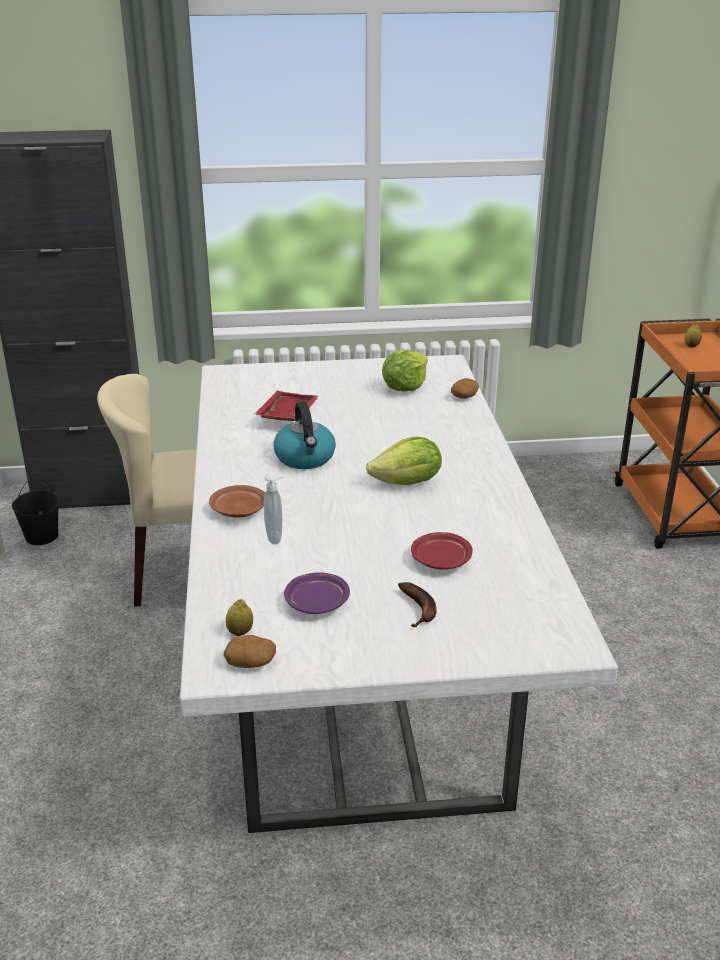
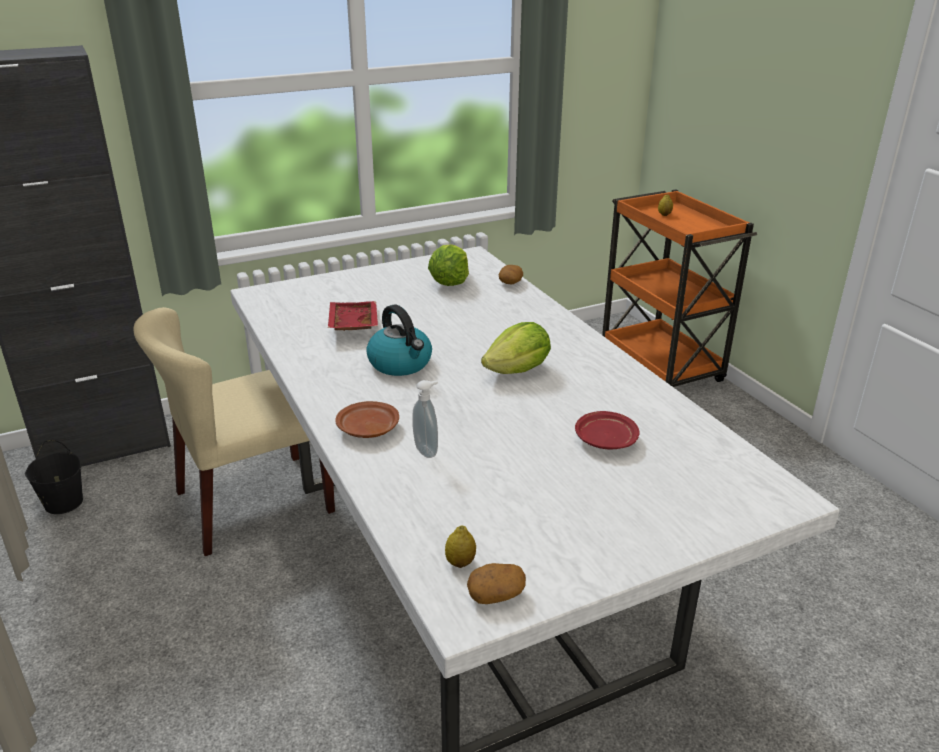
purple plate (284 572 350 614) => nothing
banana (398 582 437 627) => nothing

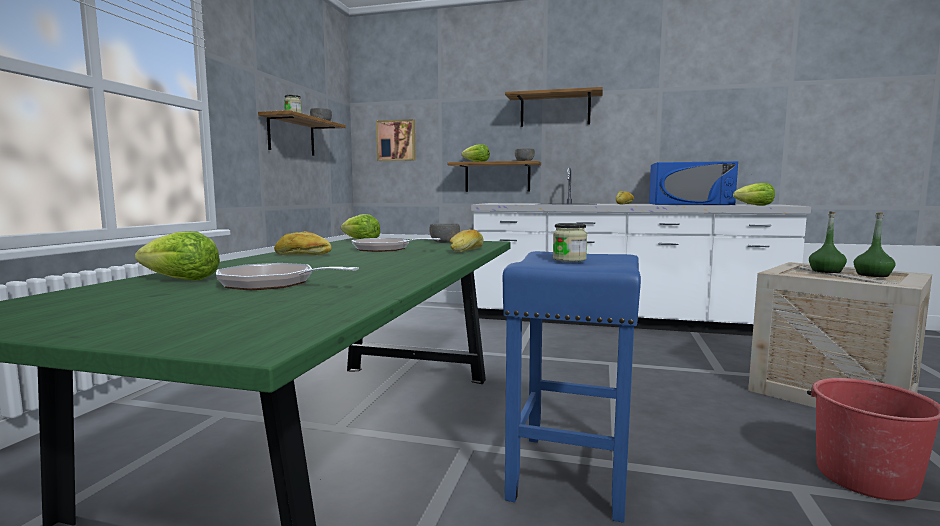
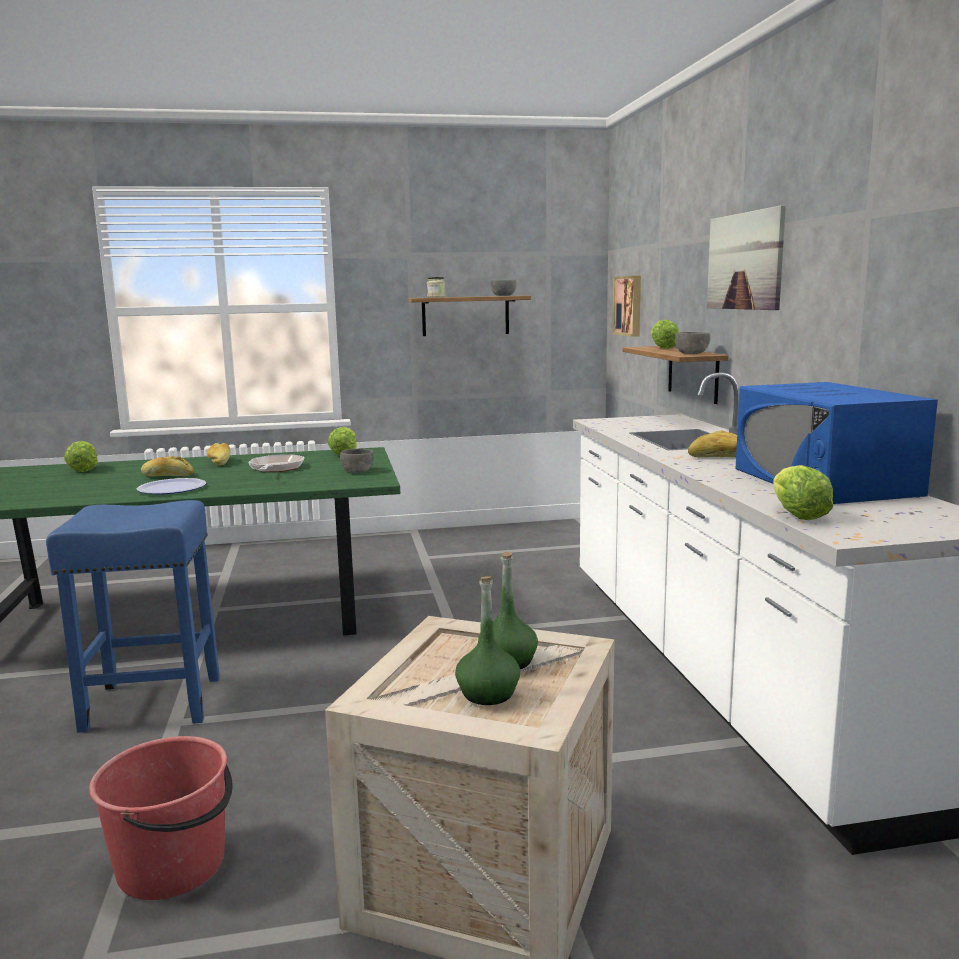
nothing => plate (136 478 206 494)
bread (450 229 484 252) => bread (141 456 193 477), move
shelf (505 87 603 127) => picture (707 205 786 310)
frying pan (216 263 359 290) => nothing
jar (553 223 587 262) => nothing

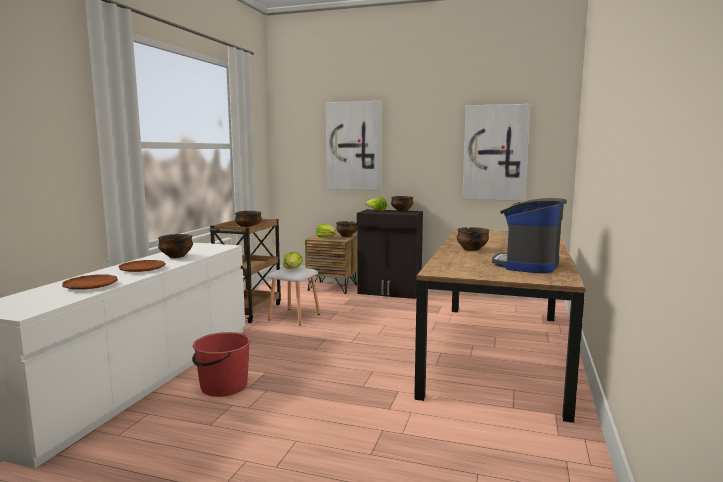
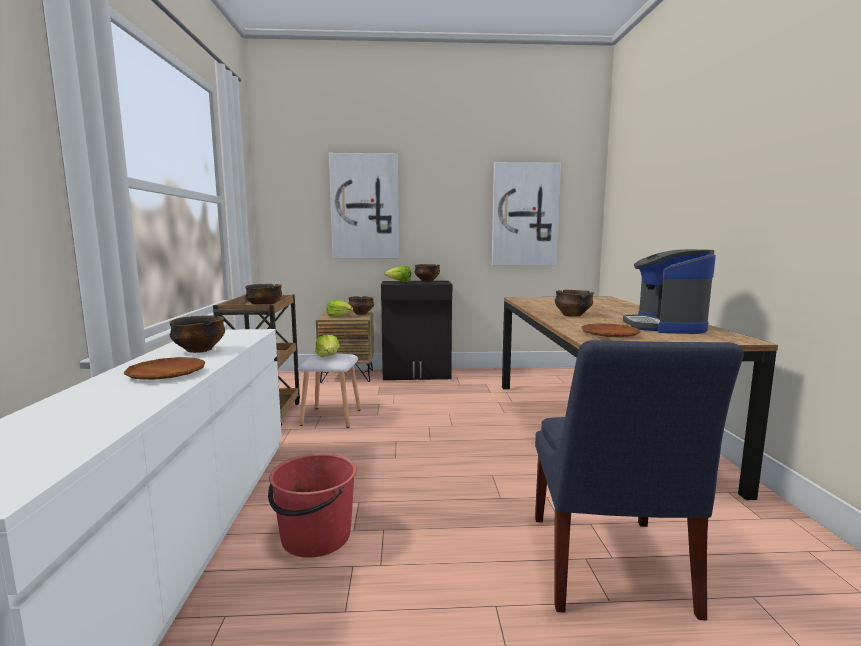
nothing => blue chair (535 340 744 620)
brown plate (62 275 118 289) => brown plate (581 323 640 337), move

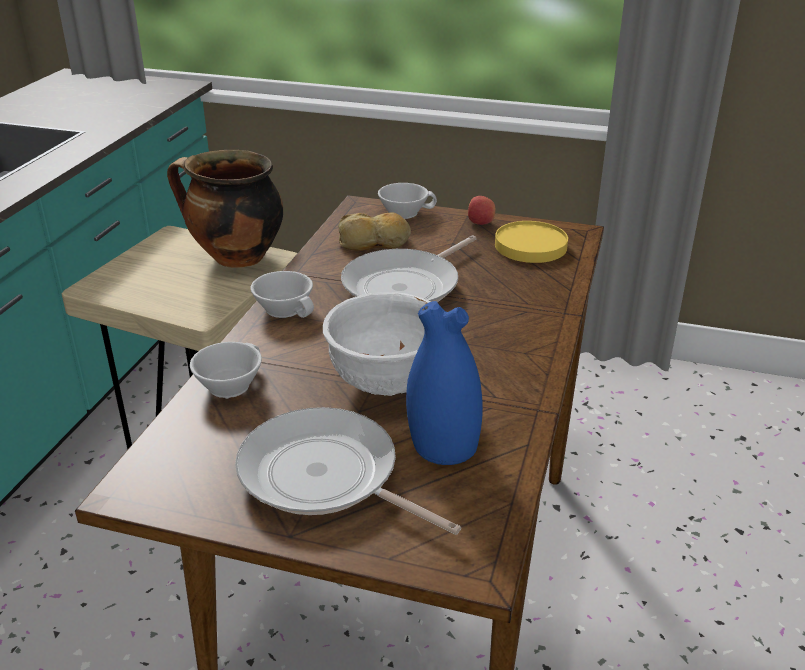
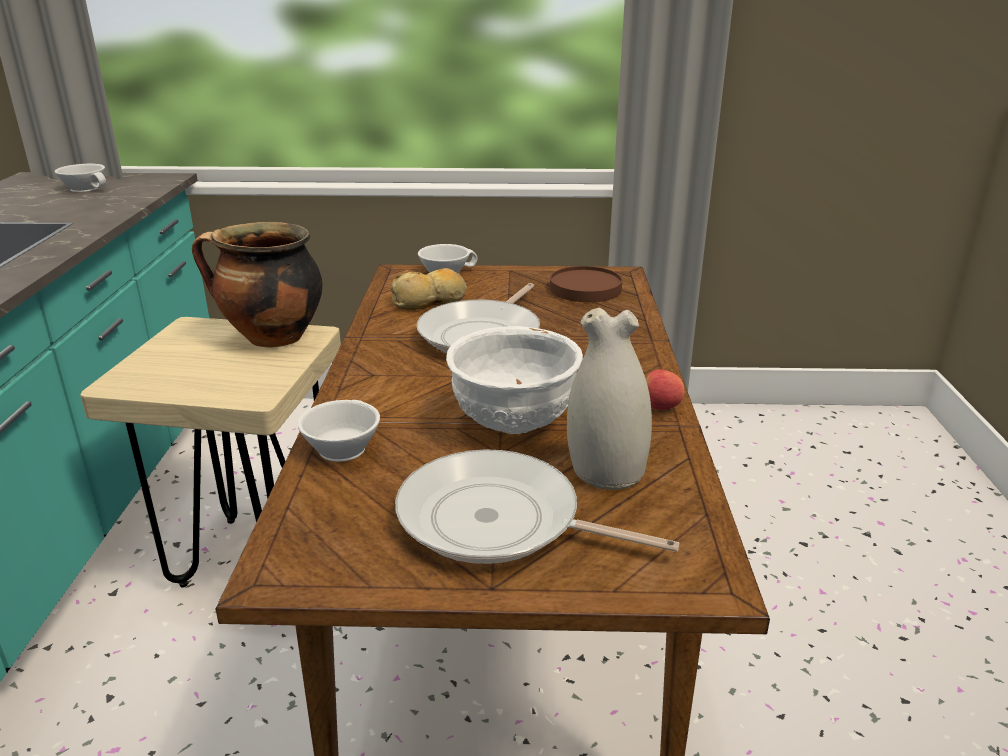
white cup (251 271 314 318) => white cup (55 164 106 192), move
yellow plate (495 221 568 263) => brown plate (550 266 622 302)
blue vase (406 301 483 465) => white vase (567 308 652 490)
apple (468 196 495 225) => apple (645 369 684 410), move

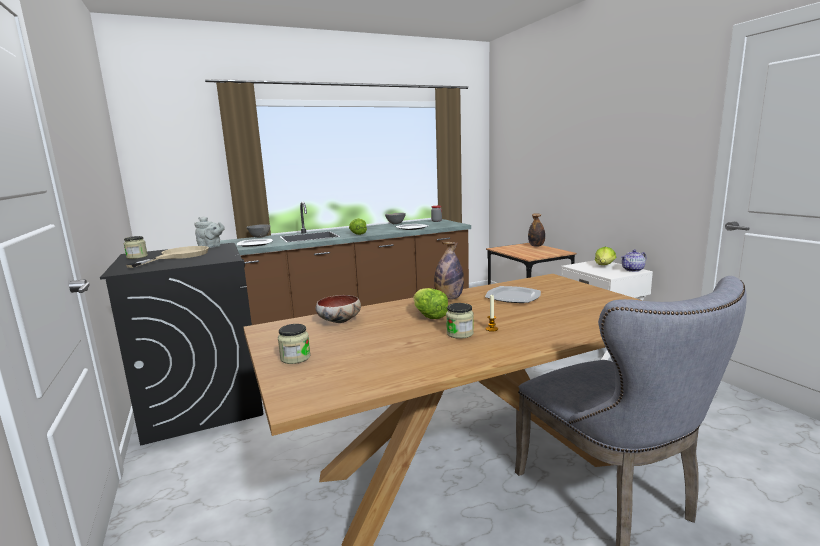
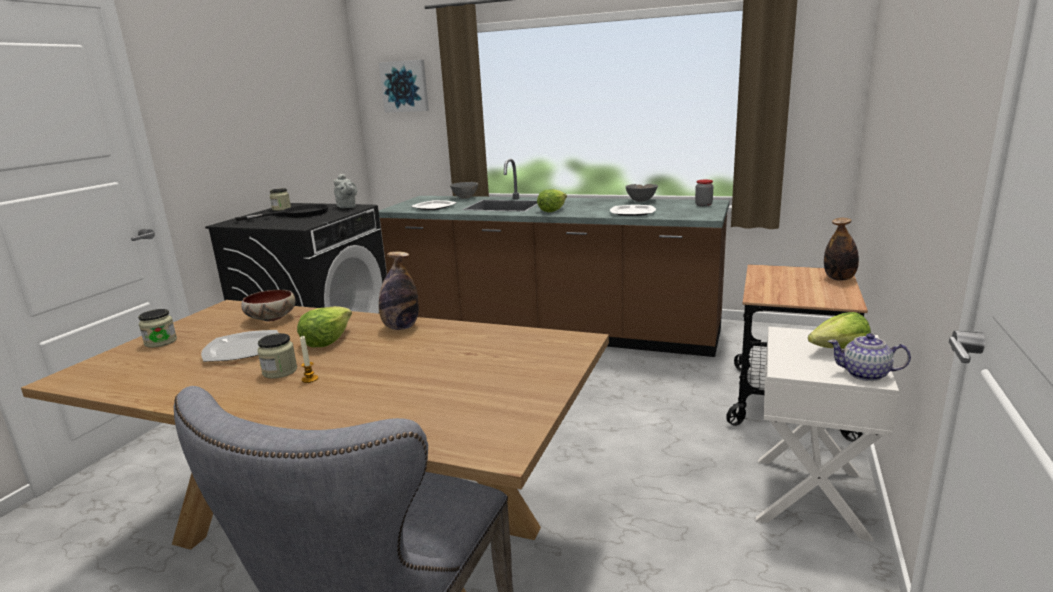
plate (485 286 541 303) => plate (201 330 279 362), move
beige frying pan (126 246 209 268) => black frying pan (235 204 328 221)
nothing => picture (379 60 429 113)

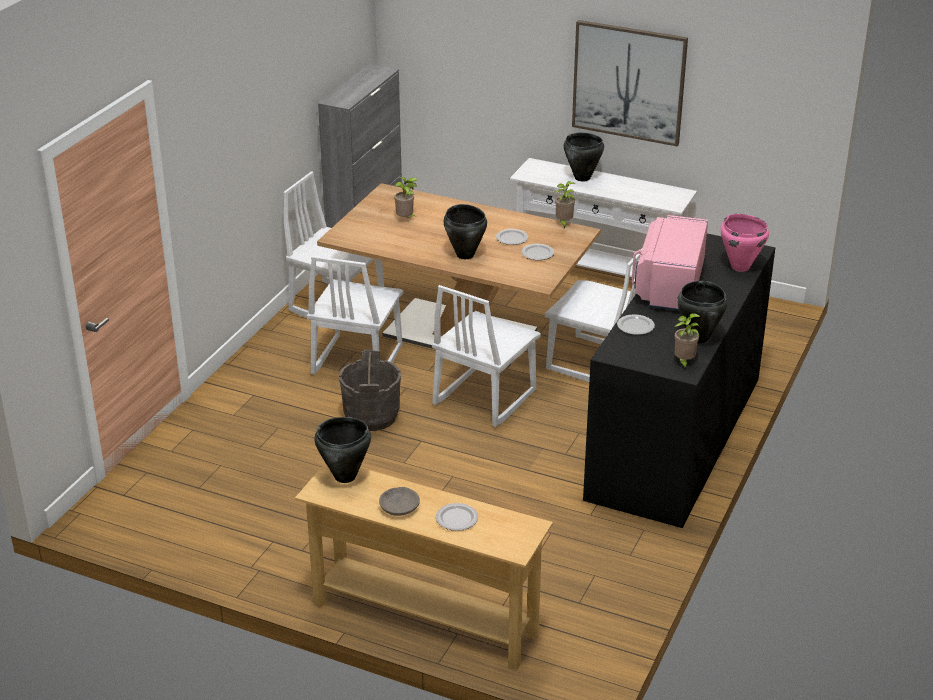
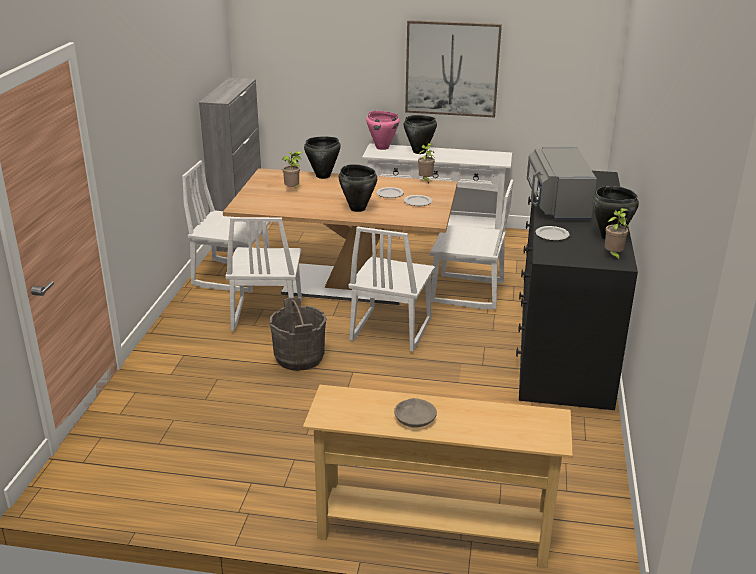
black cooking pot (314 417 371 483) => black cooking pot (304 137 341 179), move
pink cooking pot (721 214 769 272) => pink cooking pot (366 111 399 150), move
pink microwave (632 215 708 310) => grey microwave (527 147 597 219)
plate (436 503 478 531) => nothing

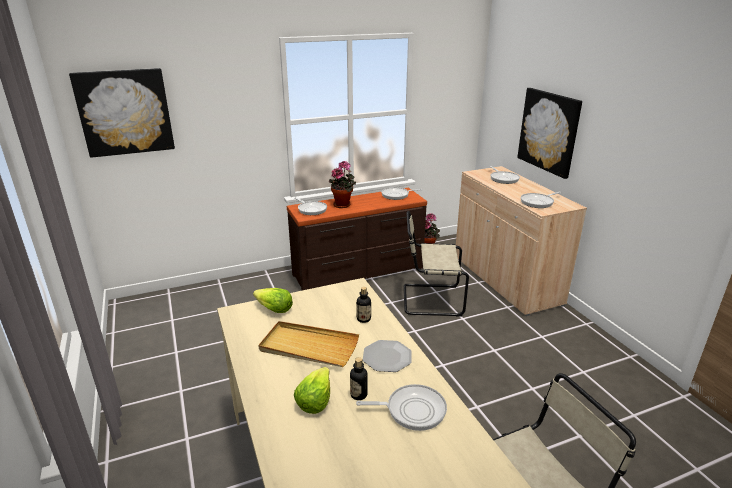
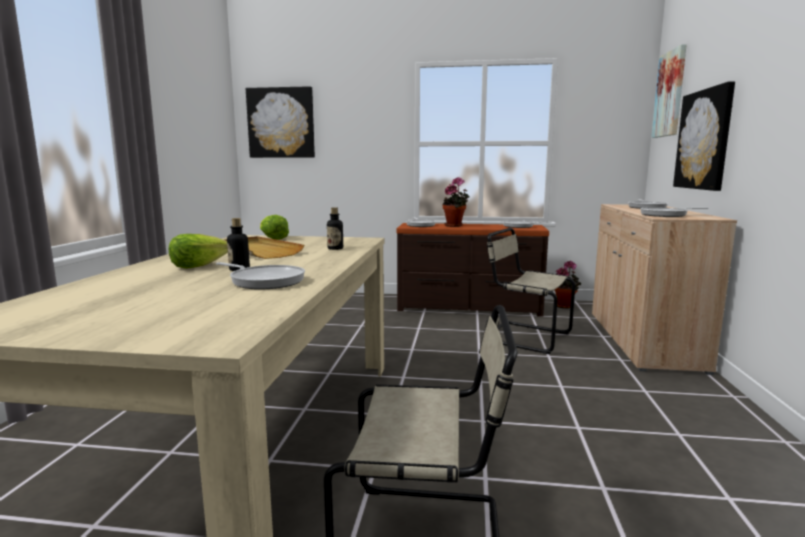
nothing => picture (651 44 687 138)
plate (363 340 411 372) => nothing

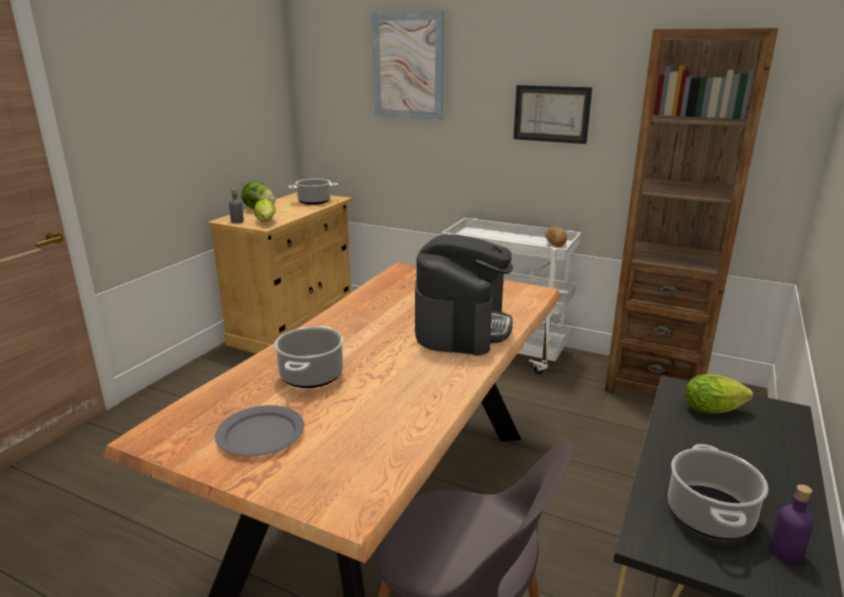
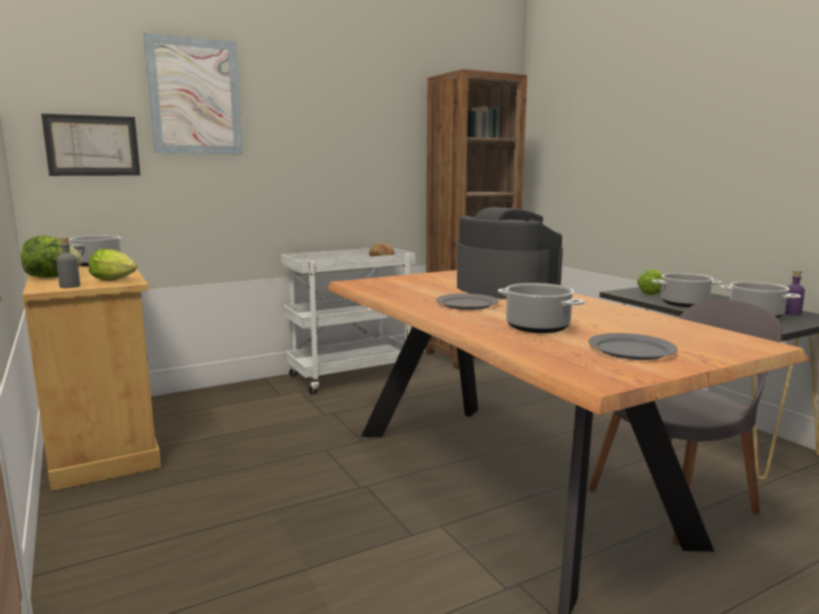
picture (514 85 592 144) => picture (41 114 140 176), move
nothing => grey plate (436 293 499 310)
nothing => cooking pot (652 273 722 307)

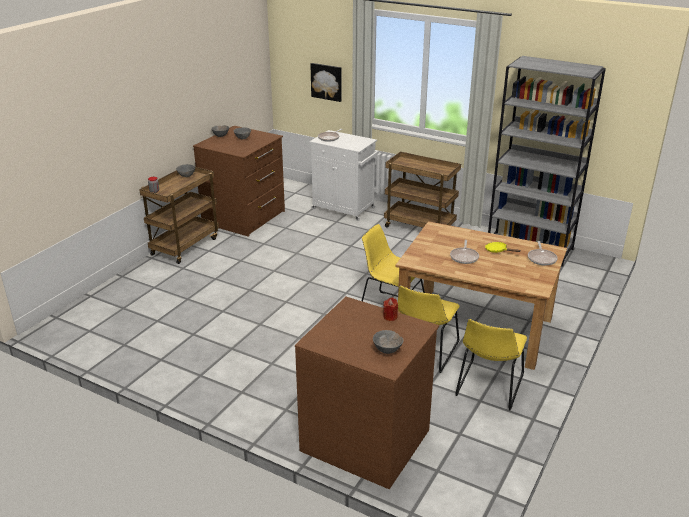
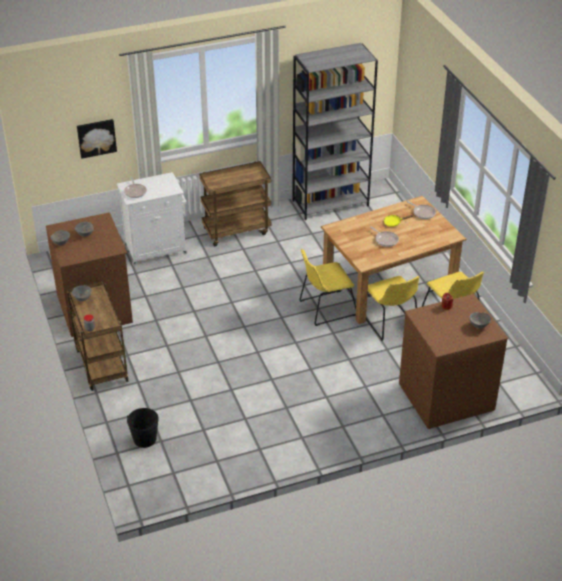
nothing => black bucket (127 408 159 448)

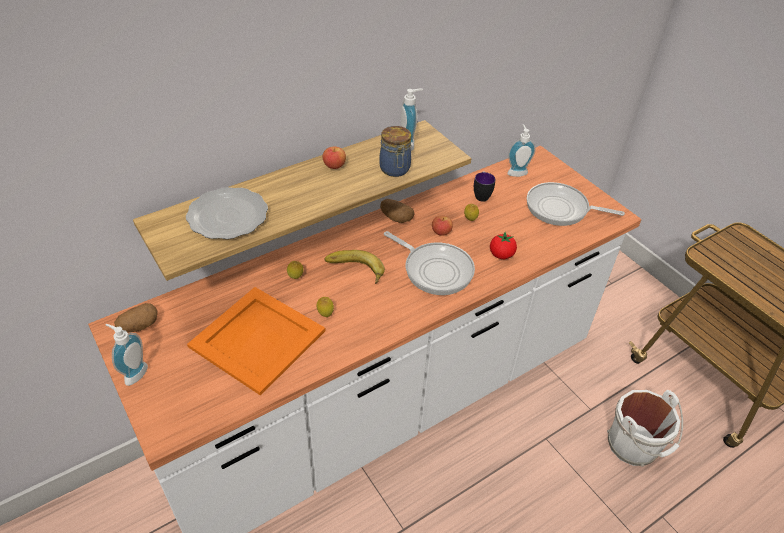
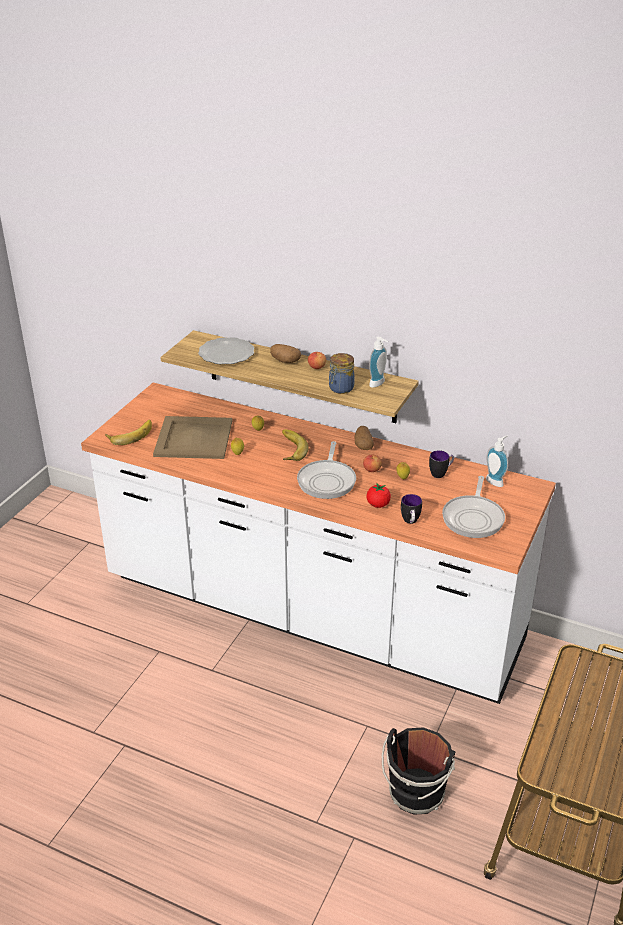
nothing => banana (105 420 152 445)
orange tray (187 287 326 396) => beige tray (153 416 232 459)
potato (114 303 158 333) => potato (270 344 301 363), move
white bucket (607 390 683 467) => black bucket (382 727 456 815)
nothing => mug (401 494 422 524)
frying pan (527 182 625 226) => frying pan (442 476 505 538), 150 degrees counterclockwise
soap dispenser (106 324 148 386) => nothing

